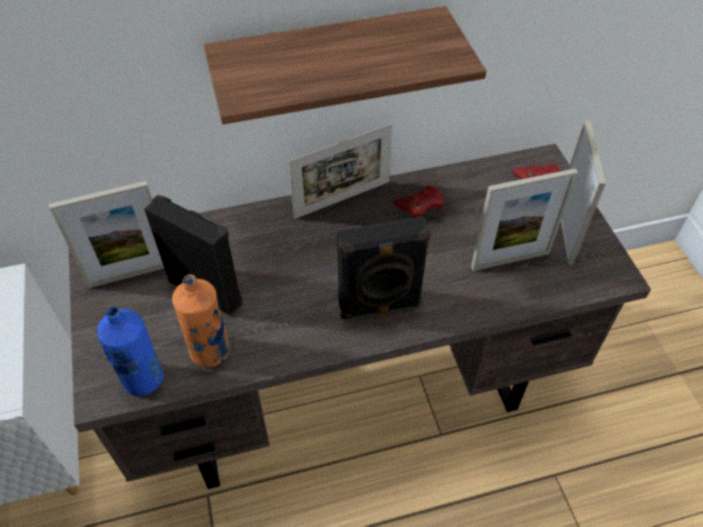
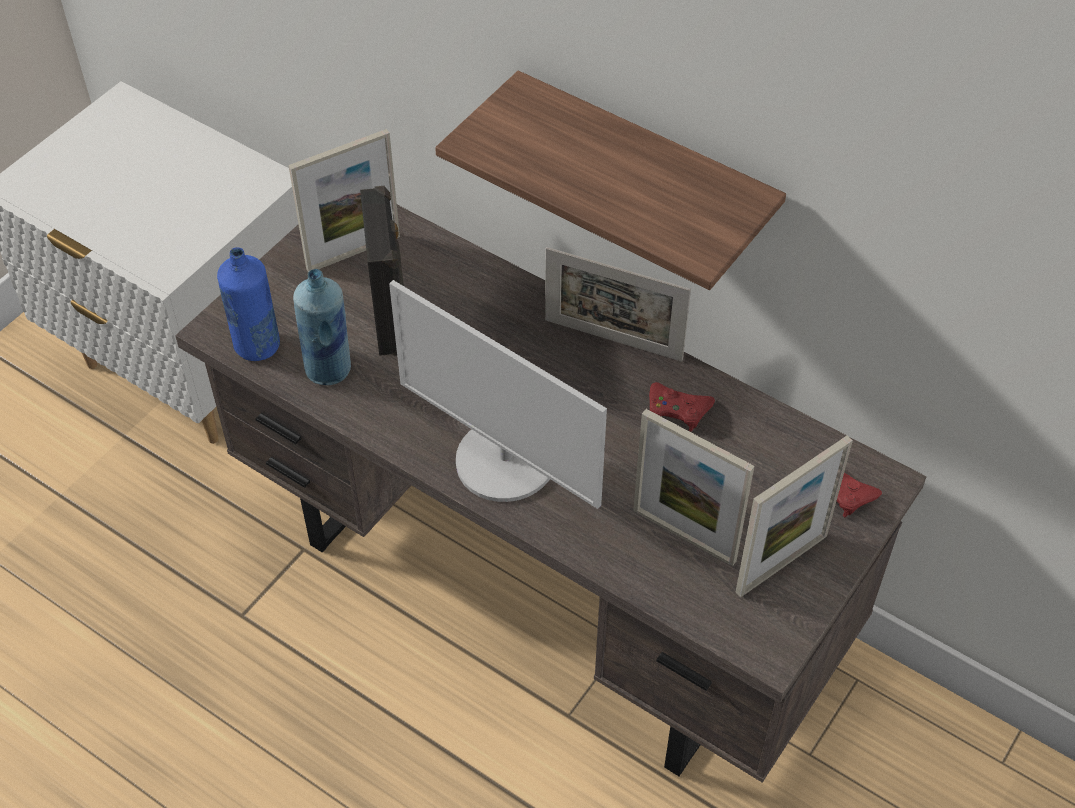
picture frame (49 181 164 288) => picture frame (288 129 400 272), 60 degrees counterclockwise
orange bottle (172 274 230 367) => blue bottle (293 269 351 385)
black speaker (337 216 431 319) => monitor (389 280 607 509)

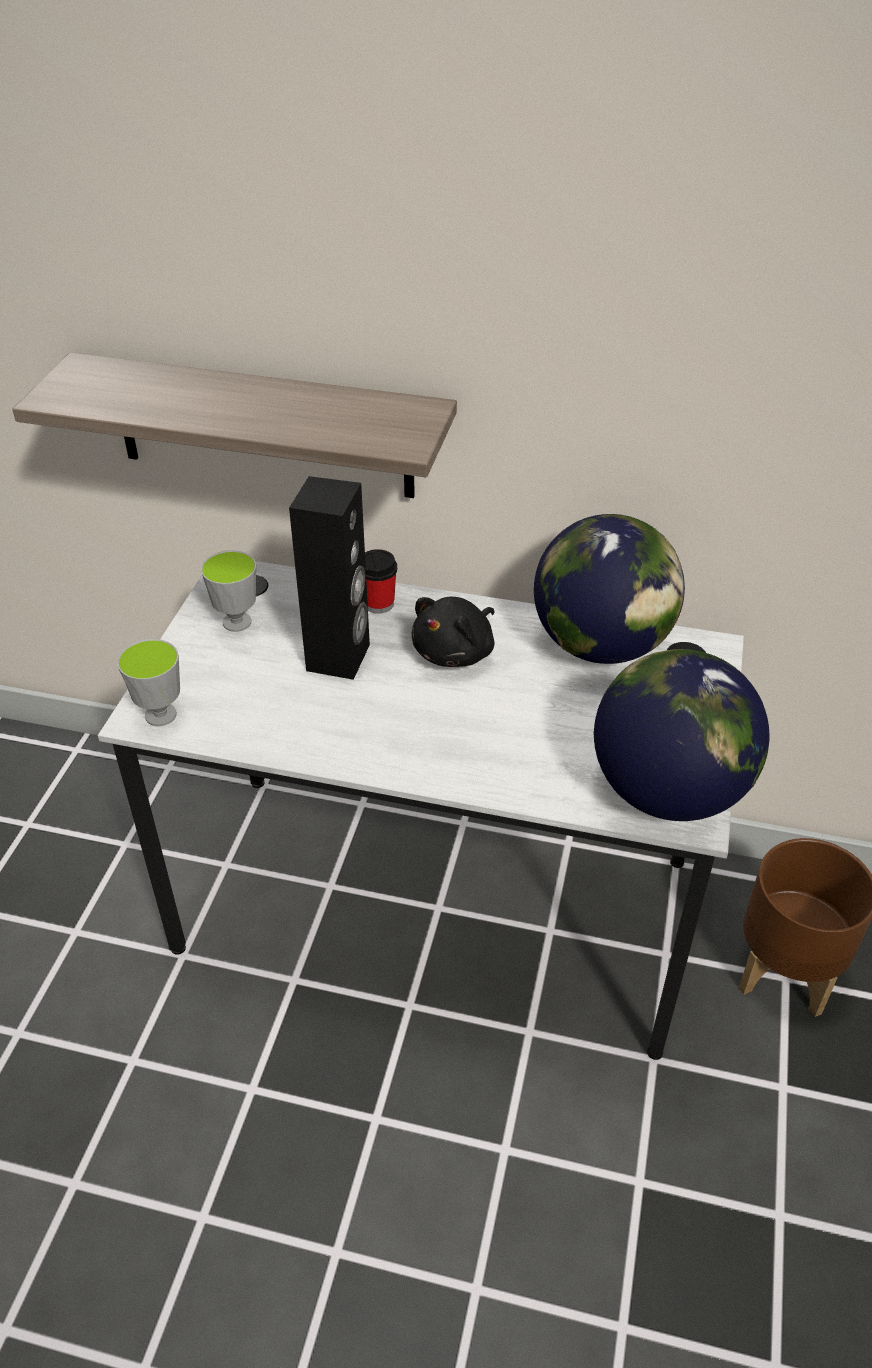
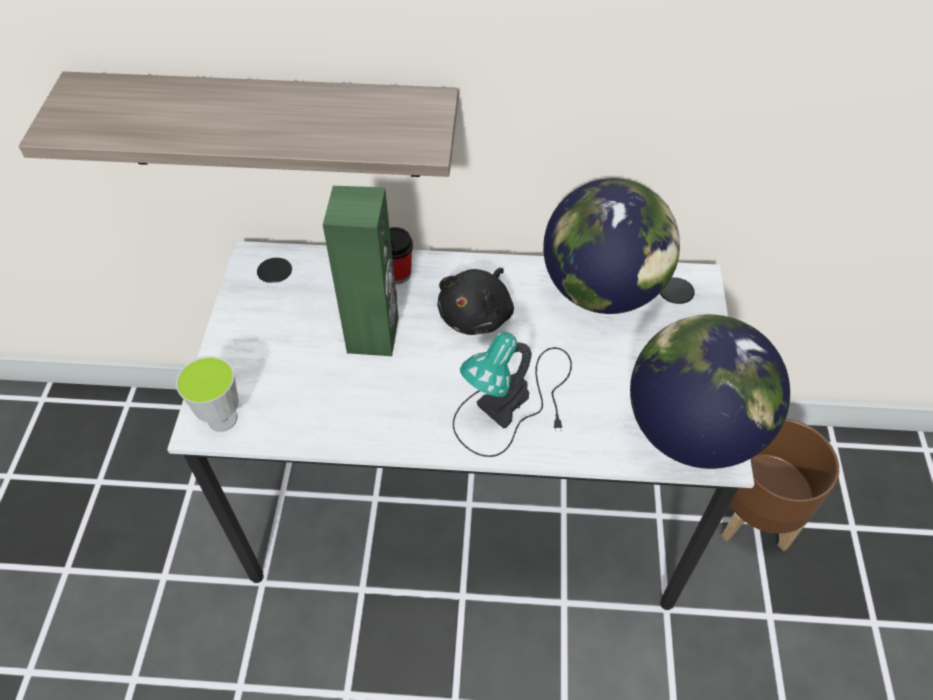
black speaker (289 476 370 680) => green speaker (323 186 399 356)
nothing => table lamp (453 331 572 457)
cup (201 550 256 632) => nothing

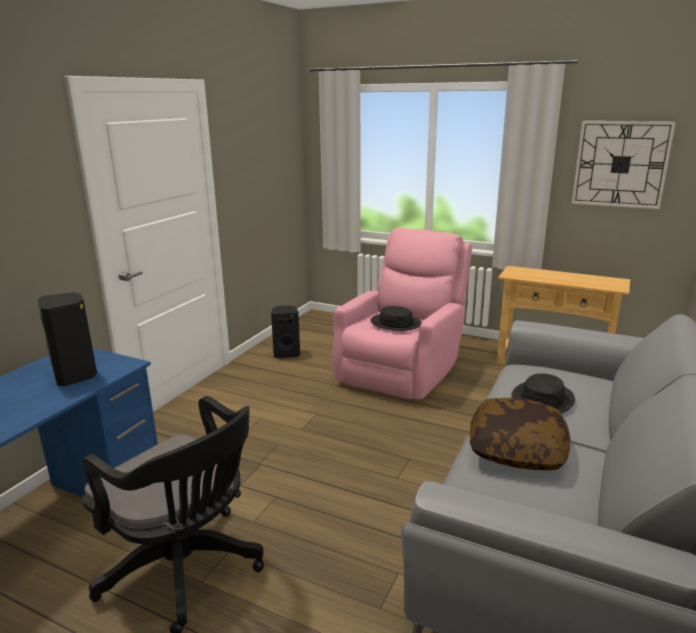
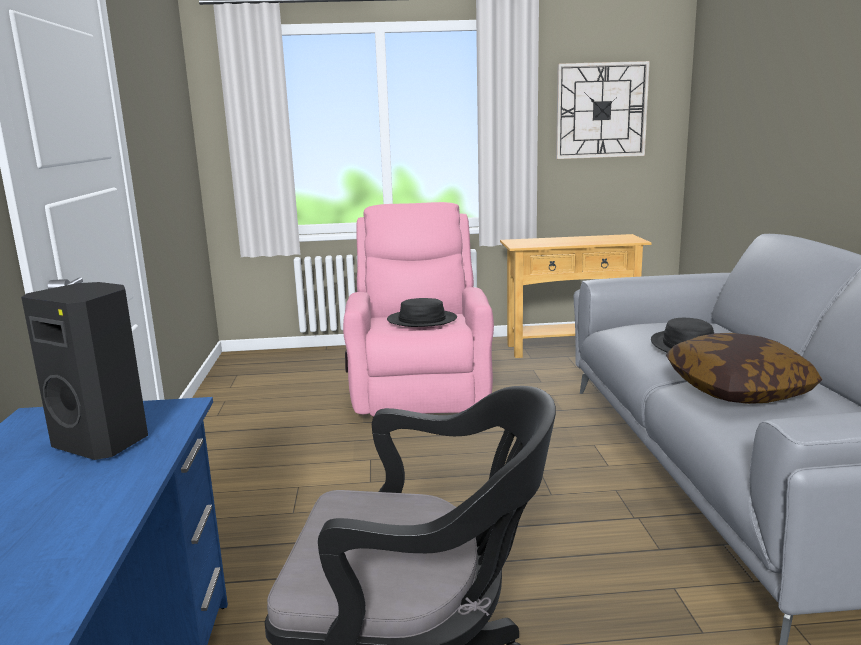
black speaker (271 305 300 358) => nothing

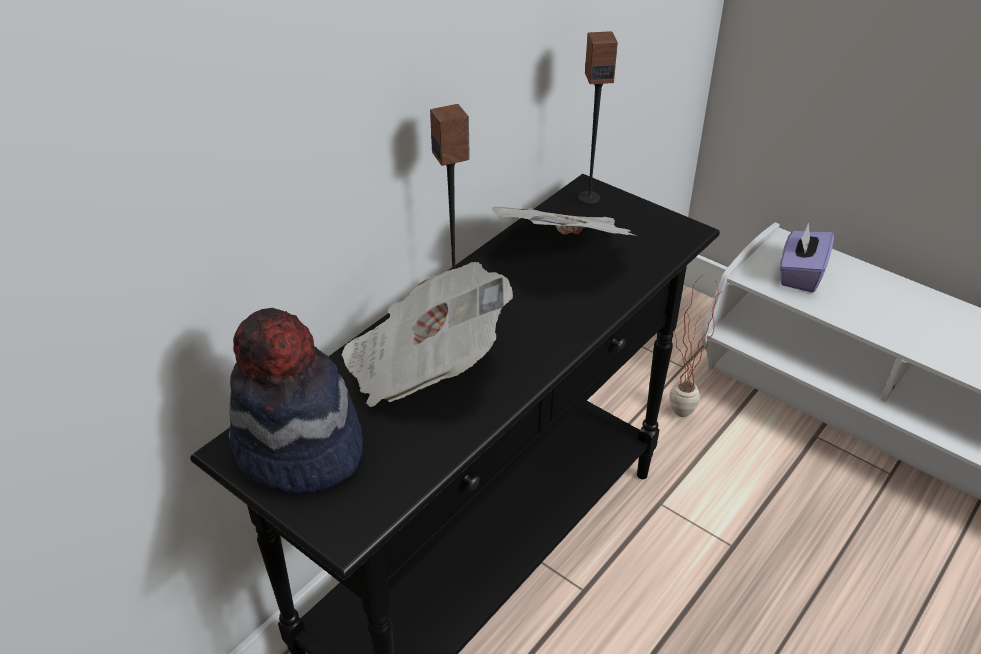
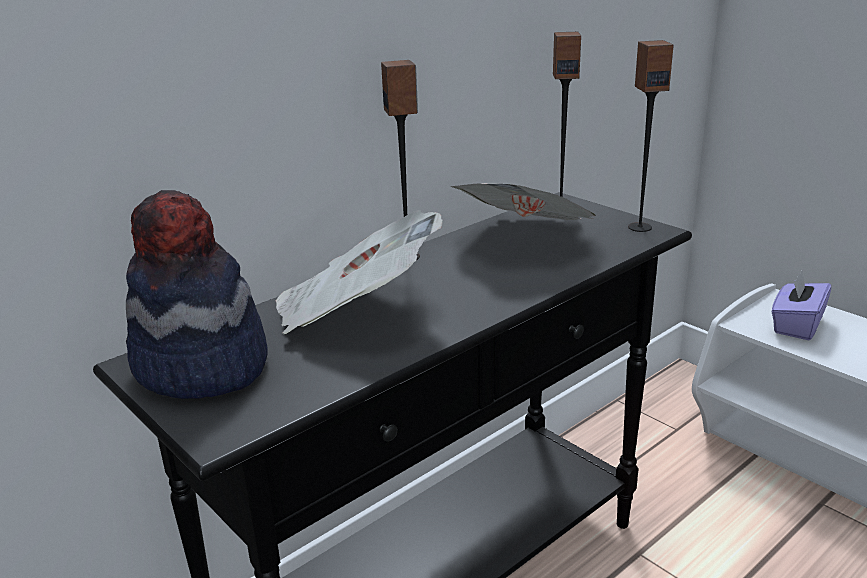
nothing => speaker (628 40 674 232)
potted plant (670 276 721 417) => nothing

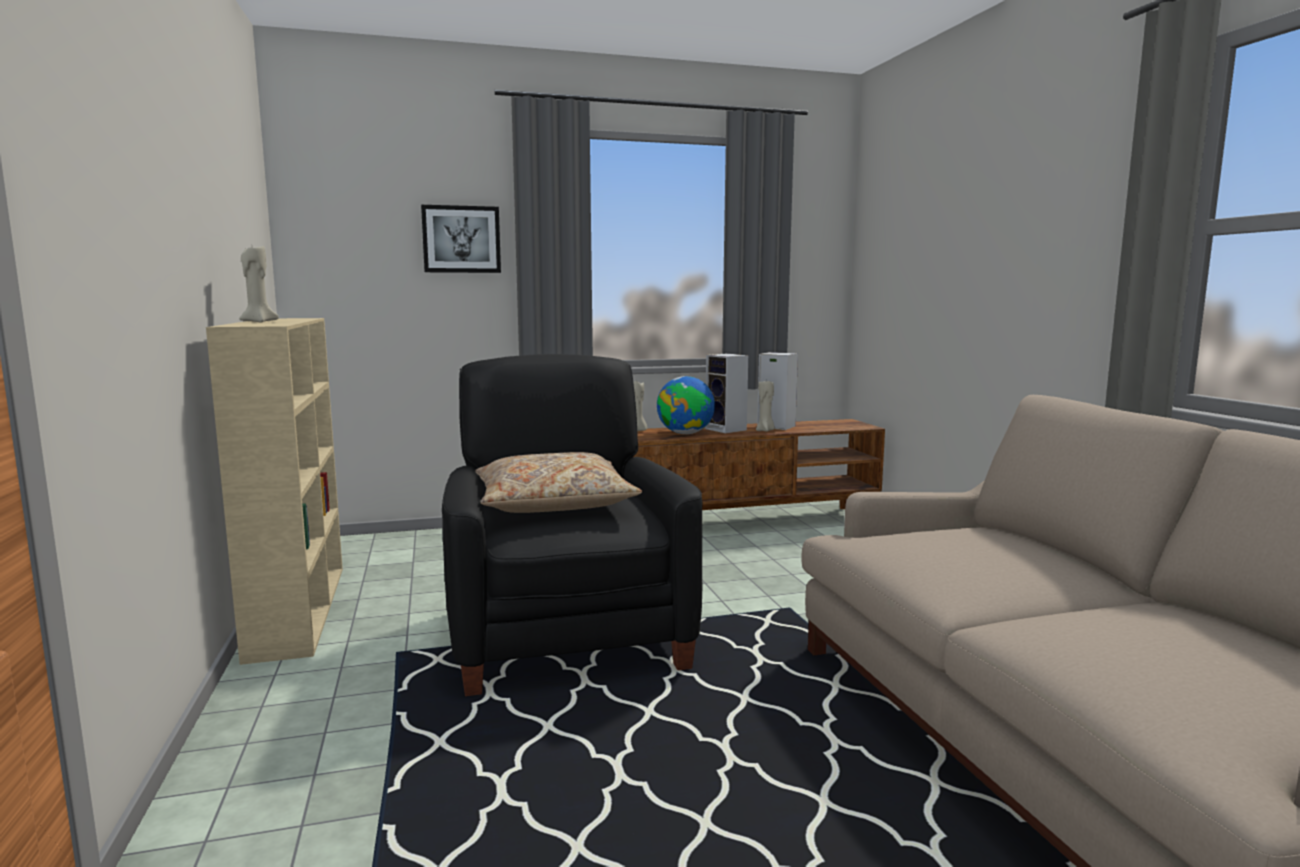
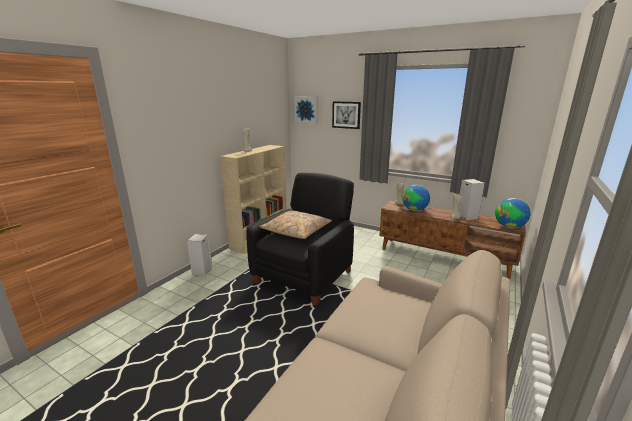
speaker (705 353 748 433) => speaker (187 234 212 276), move
nothing => picture (294 96 318 124)
nothing => globe (495 198 530 228)

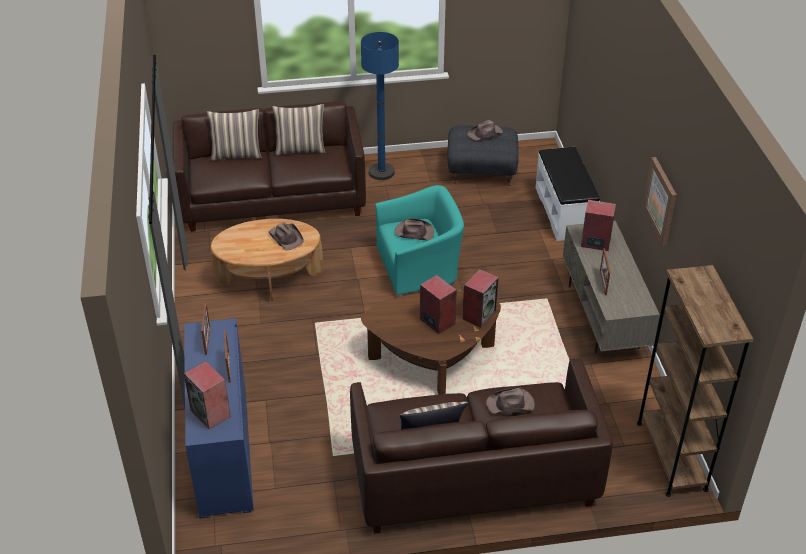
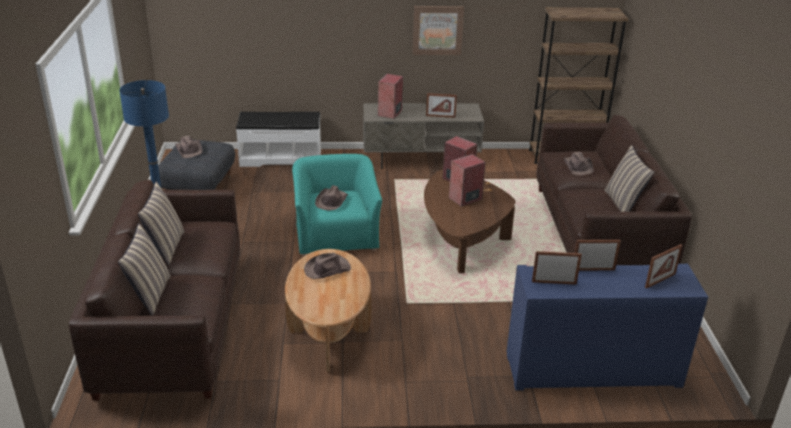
speaker (184 361 231 429) => picture frame (645 244 683 289)

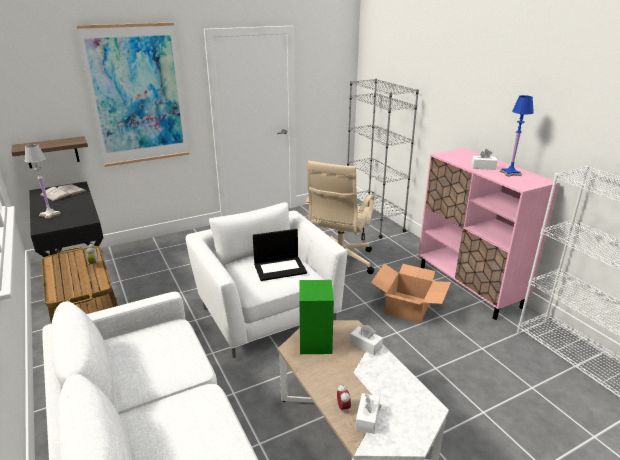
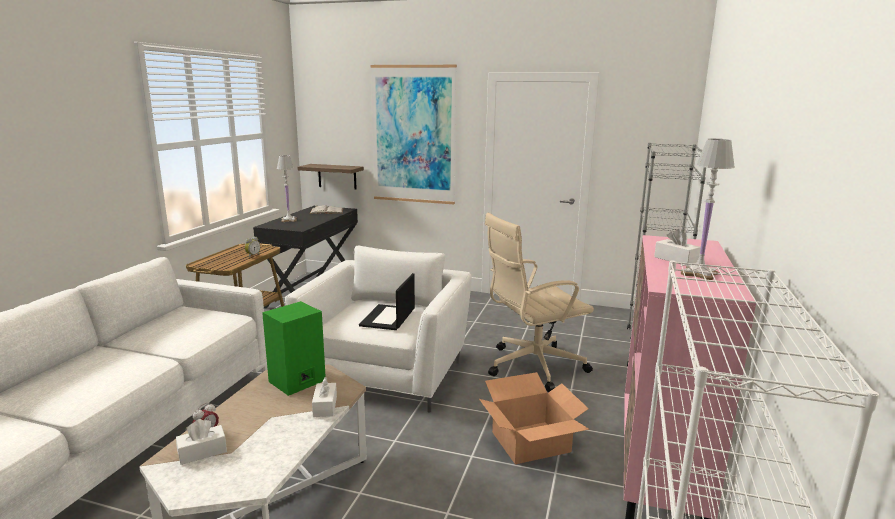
laptop (253 229 307 281) => laptop (359 273 415 330), 75 degrees clockwise
blue table lamp (500 95 534 177) => white table lamp (681 139 735 280)

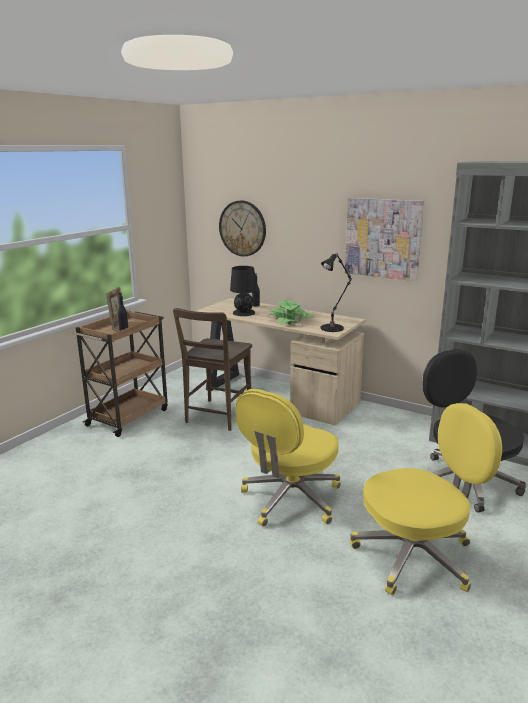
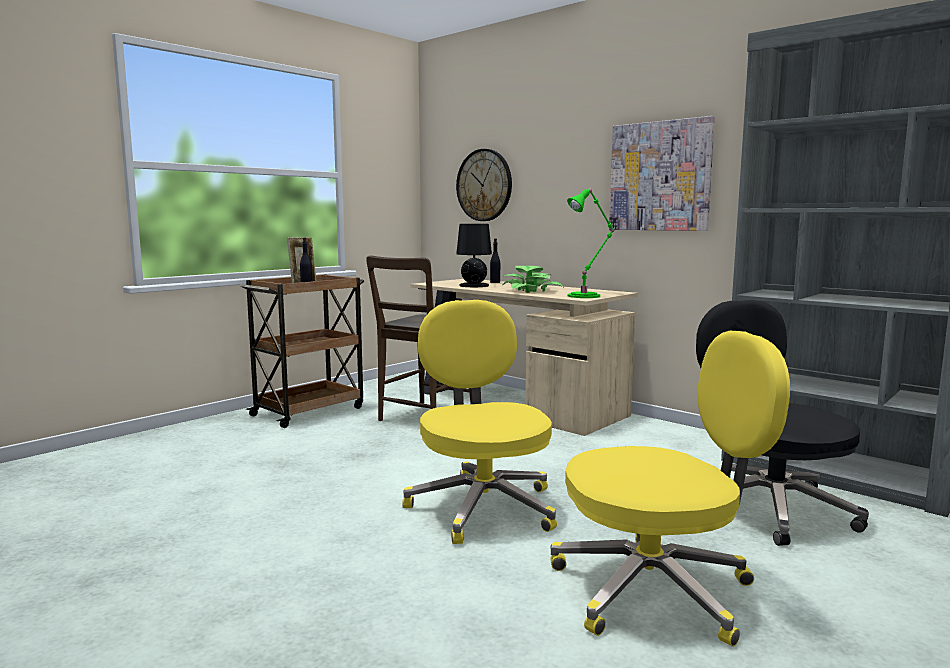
yellow office chair (235 389 341 527) => yellow office chair (402 300 557 544), 120 degrees clockwise
black table lamp (321 253 352 332) => green table lamp (567 189 615 298)

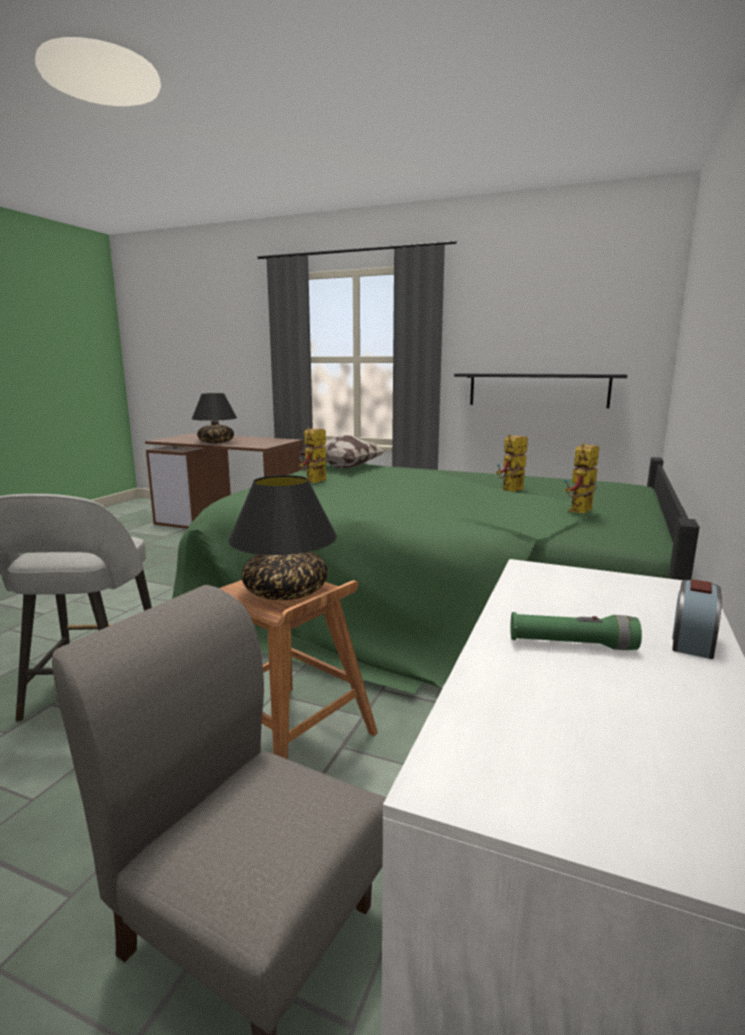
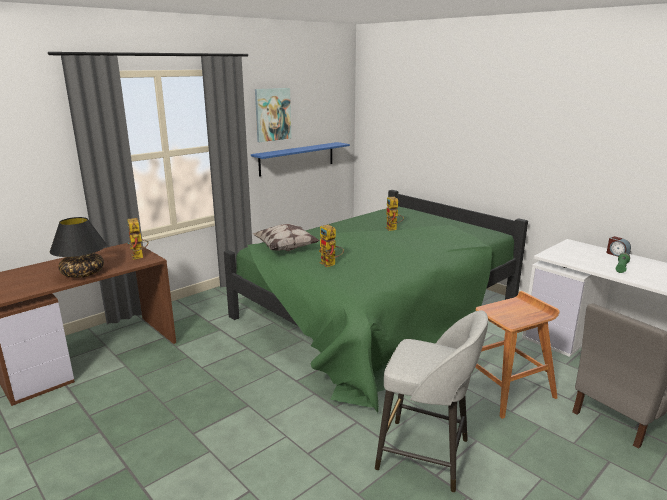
toy robot (565 443 599 513) => toy robot (127 218 148 260), move
black shelf (454 373 627 408) => blue shelf (251 142 350 177)
nothing => picture (255 88 291 142)
black table lamp (229 475 337 600) => nothing

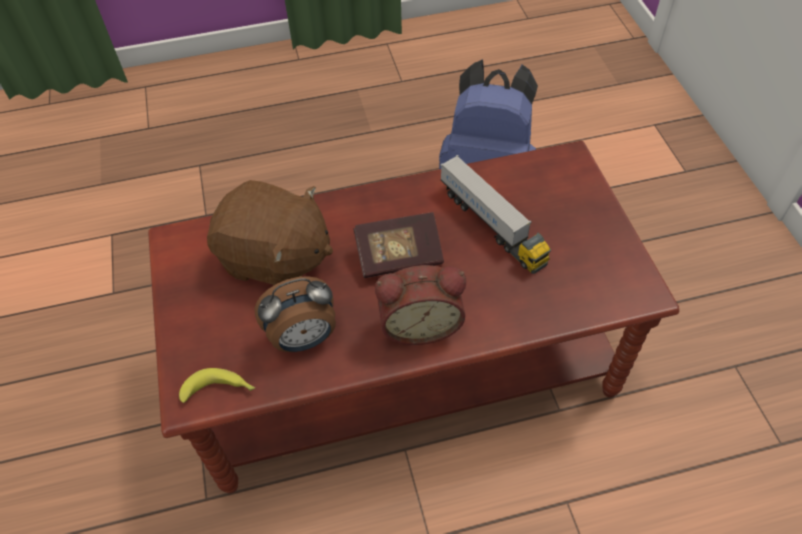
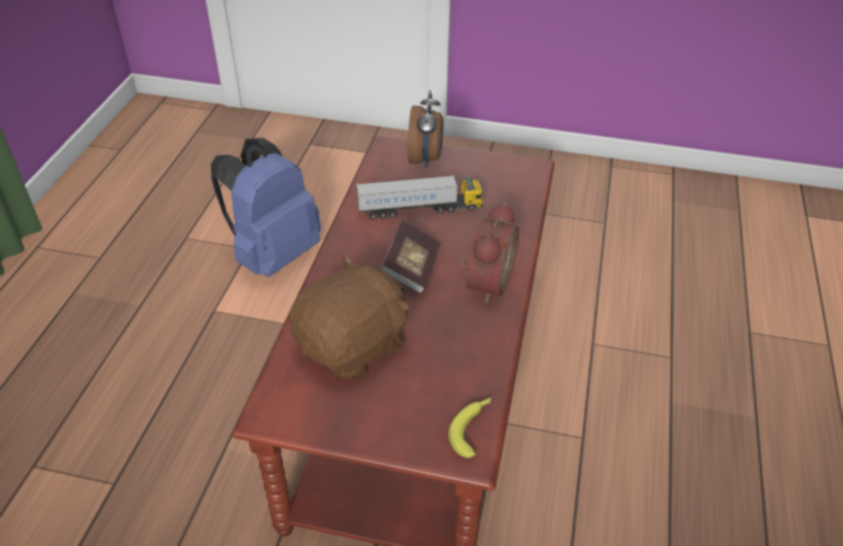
alarm clock (254 276 336 352) => alarm clock (408 90 443 169), move

